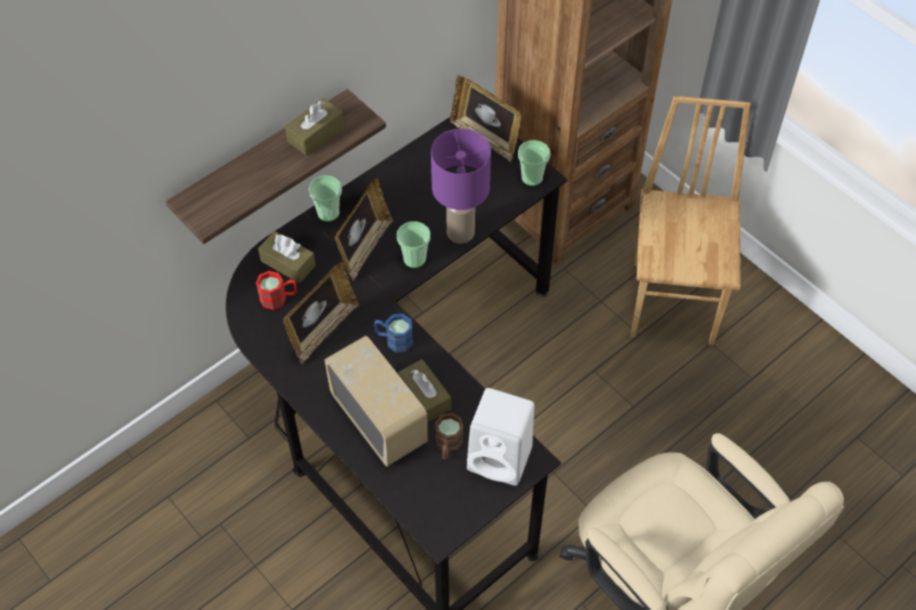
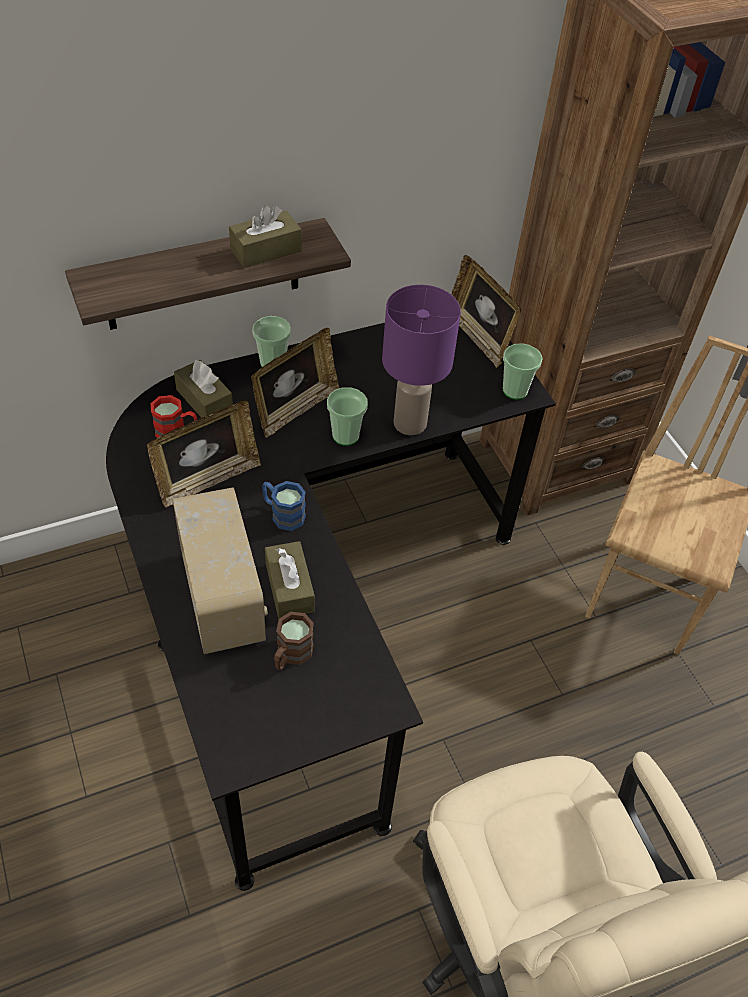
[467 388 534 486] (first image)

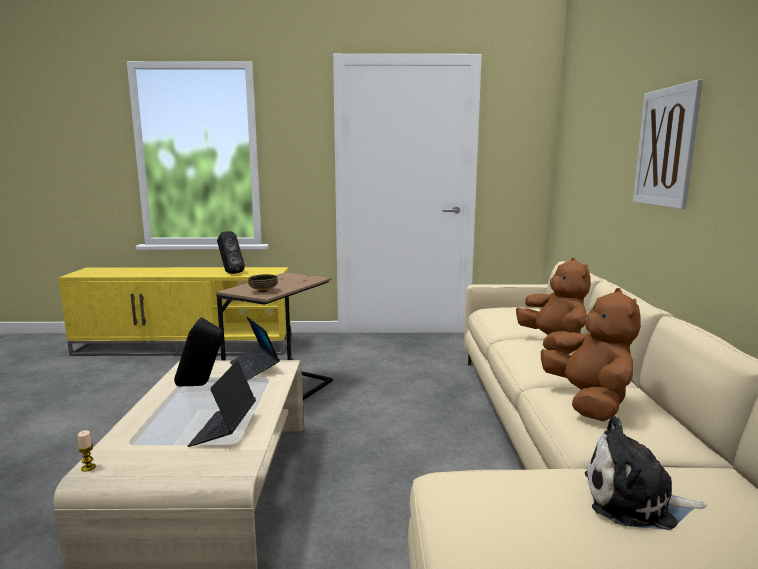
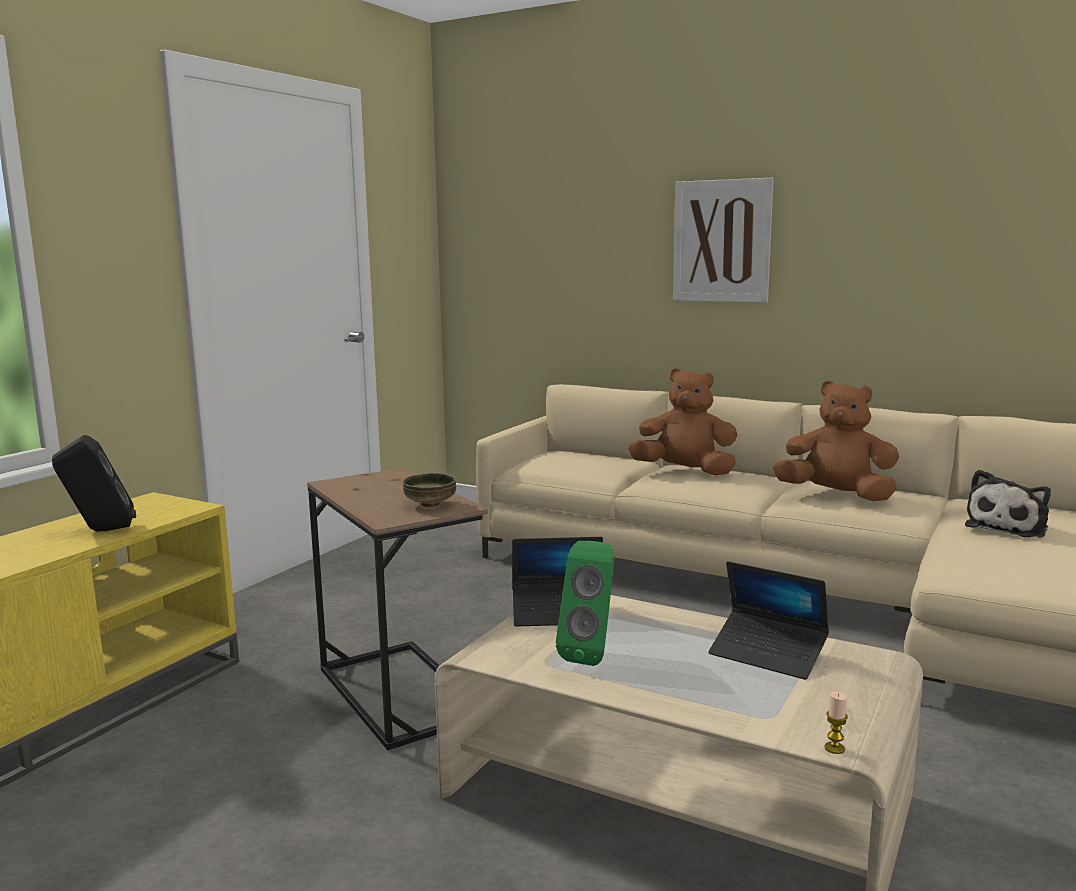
[556 541 615 666]

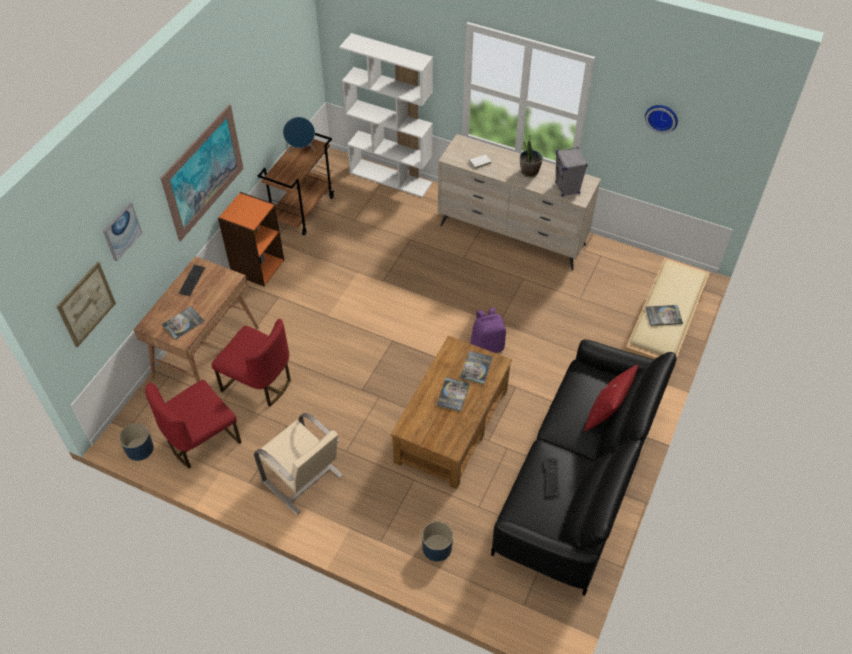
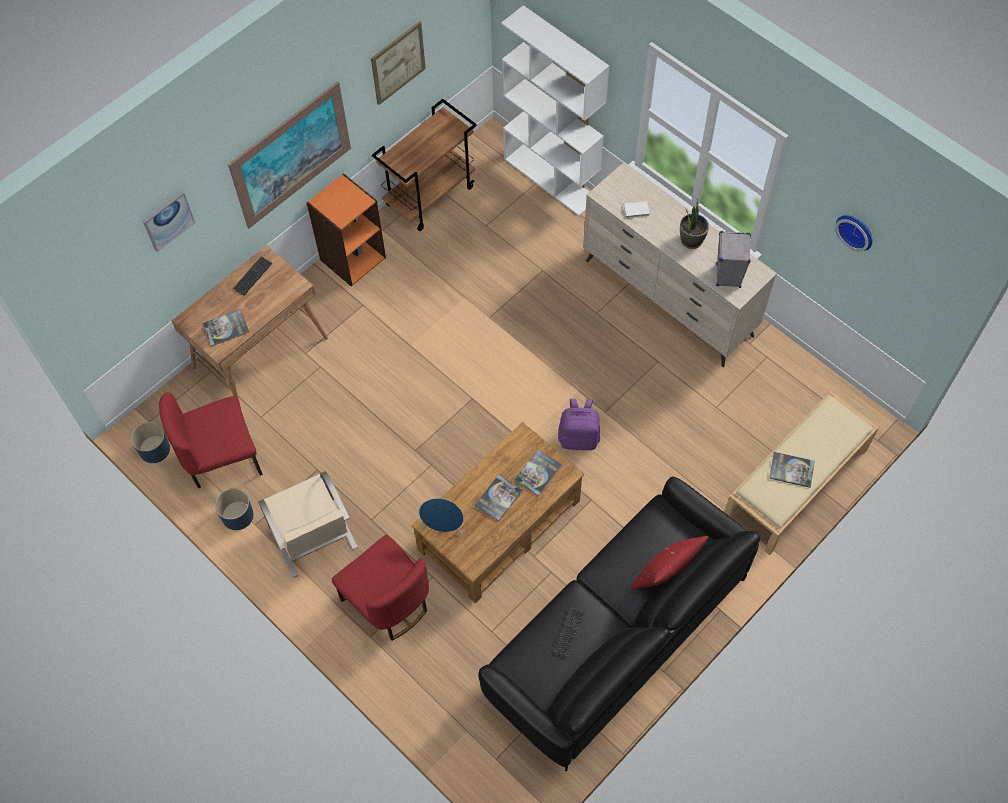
[419 498 464 535]
[371 21 426 105]
[332 535 429 641]
[215 488 254 530]

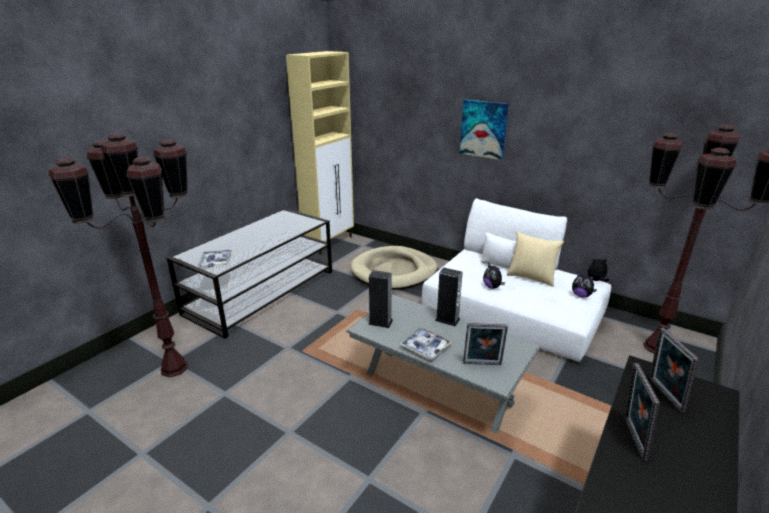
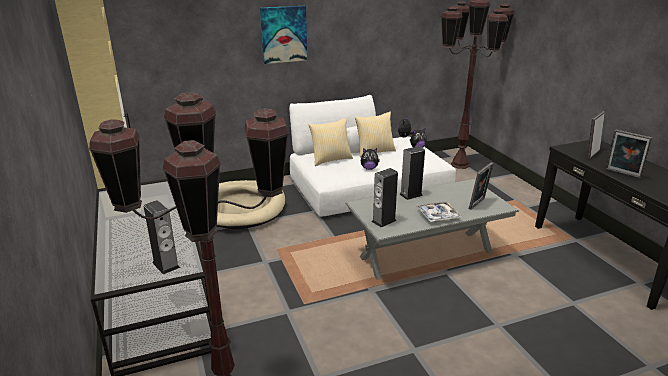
[144 200 180 275]
[587 112 605 159]
[309 118 353 166]

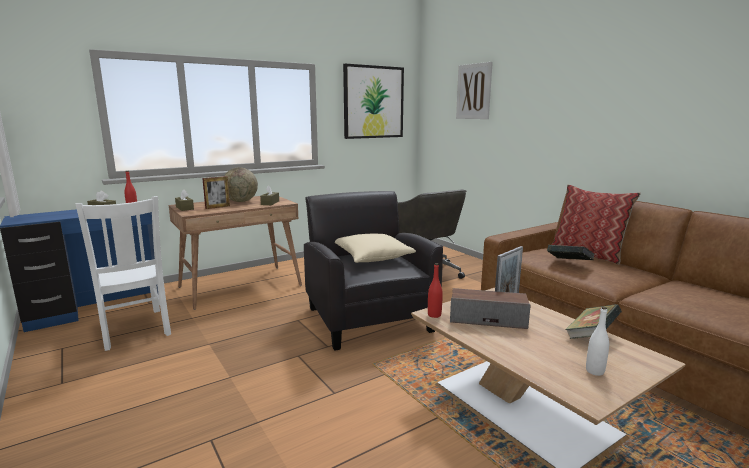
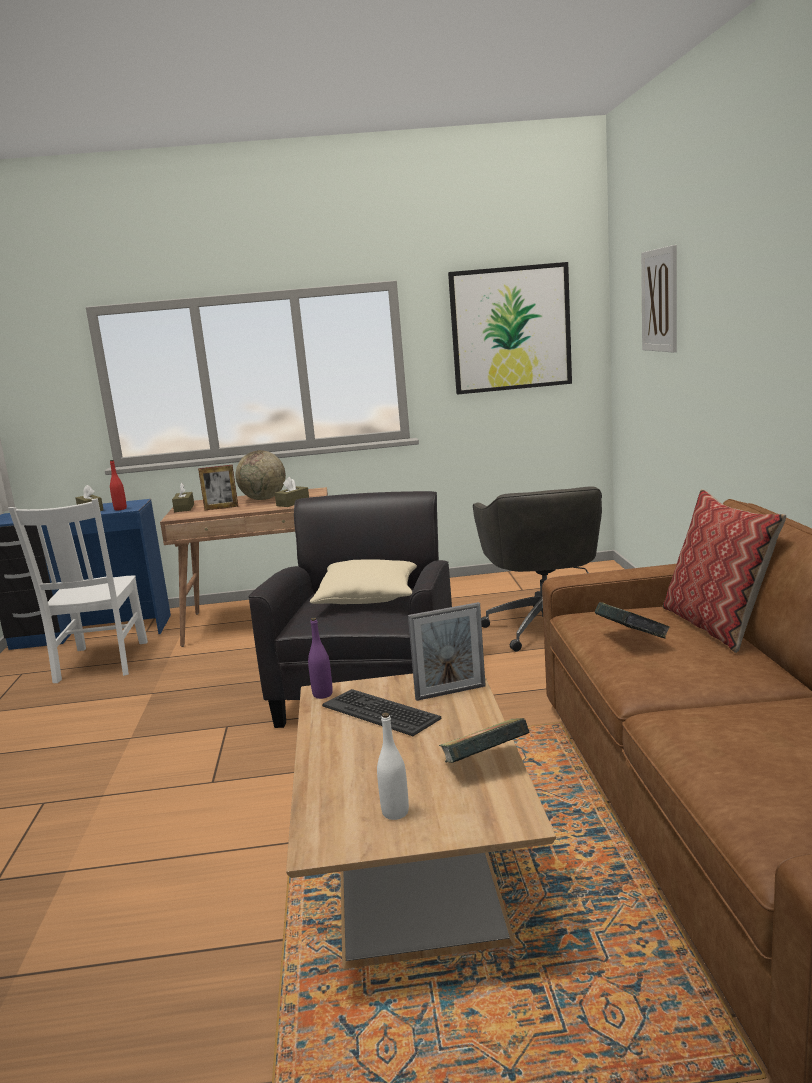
[308 618 333 699]
[322 689 442 736]

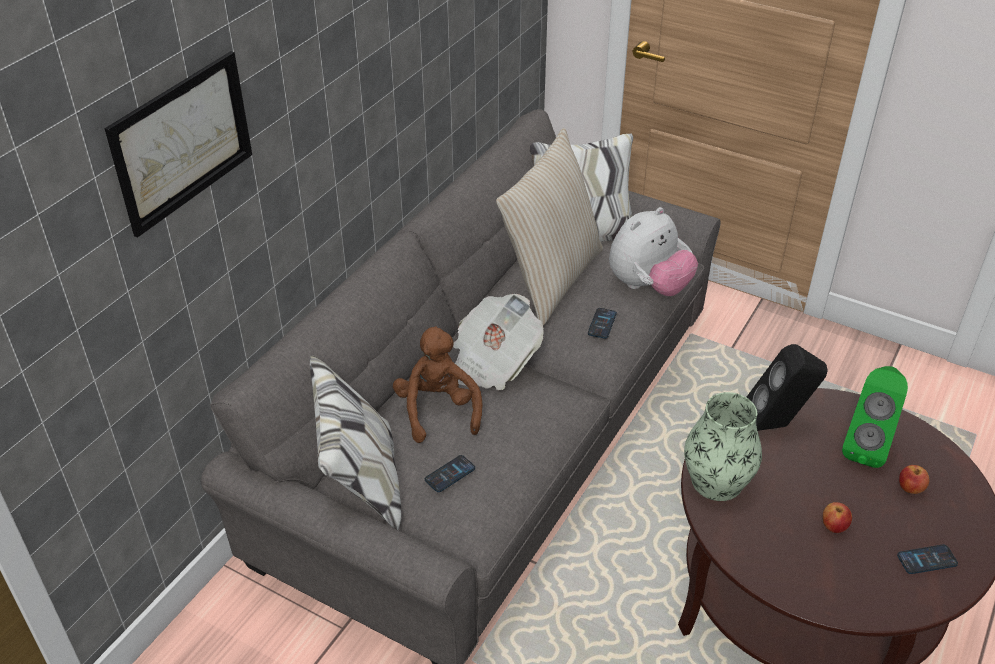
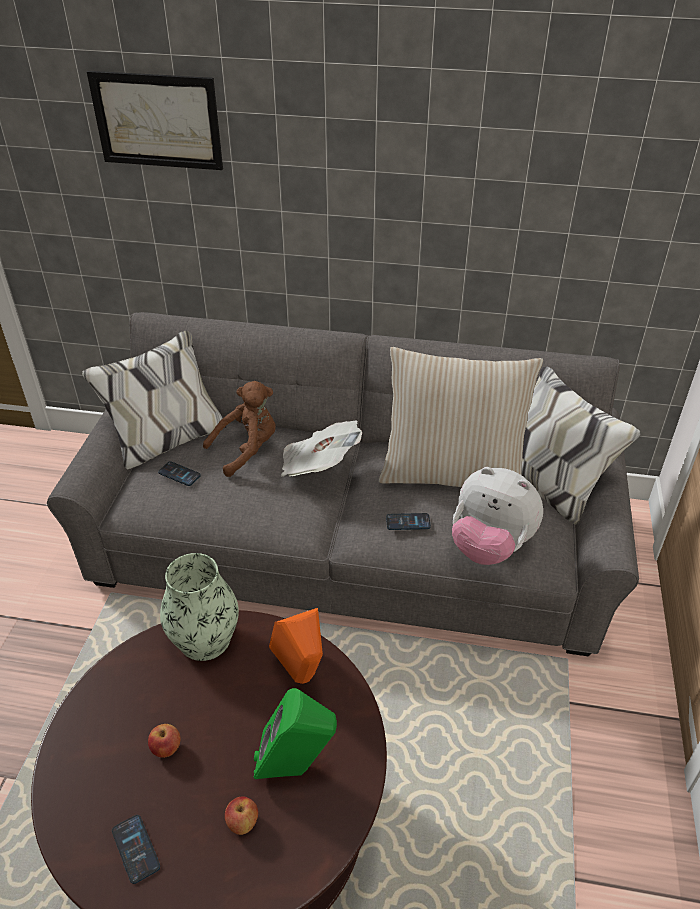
[269 608 323 684]

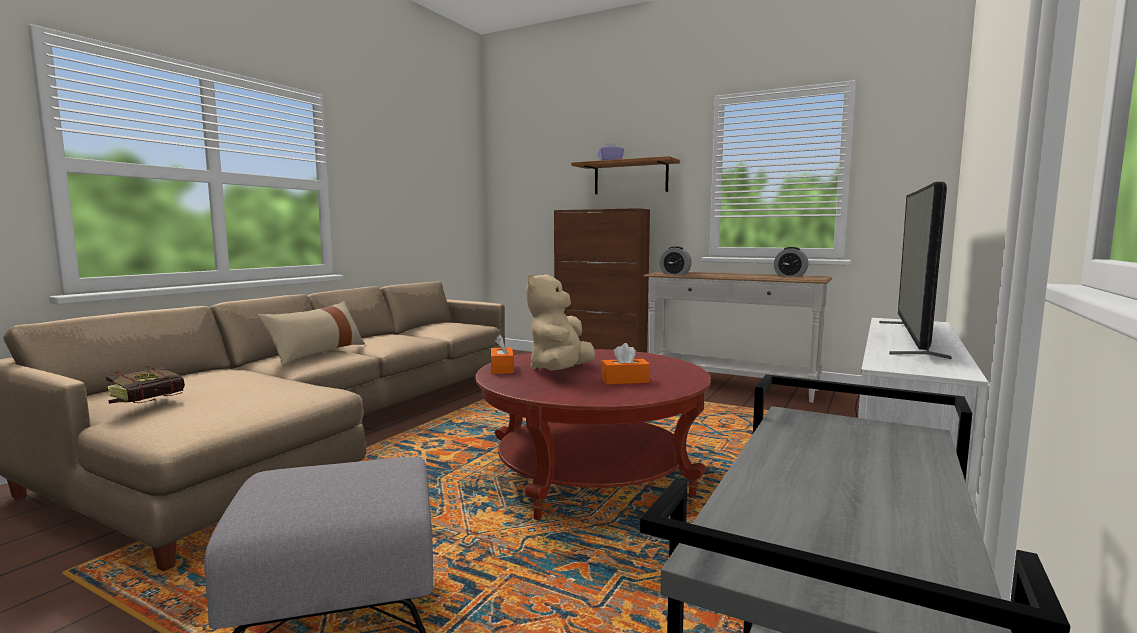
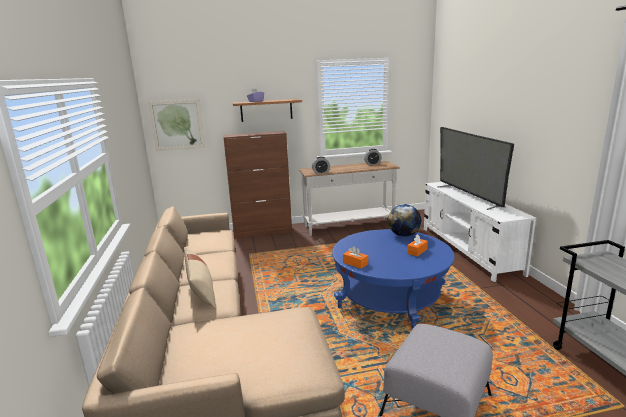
[526 274 595 371] (first image)
[332 229 454 329]
[106 366 185 404] (first image)
[148 99 205 151]
[388 204 421 237]

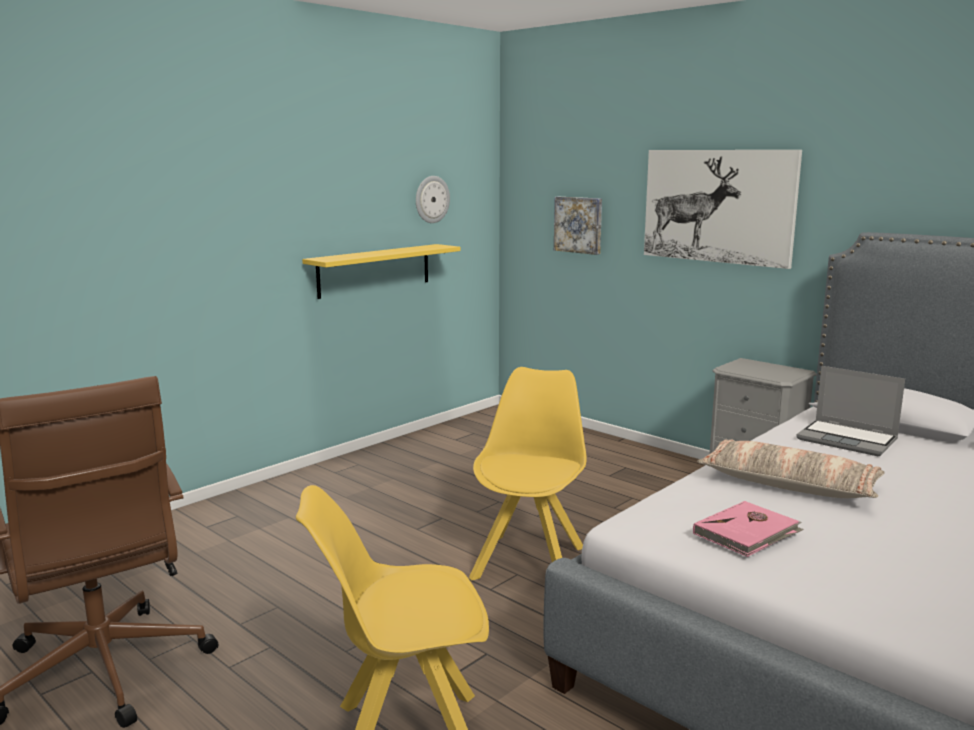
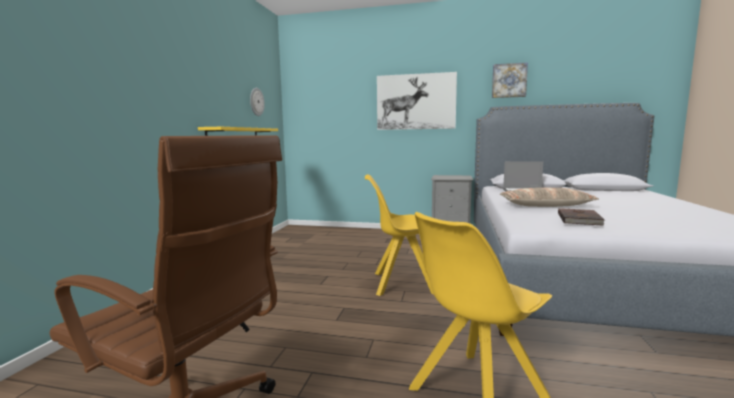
[492 62 528 98]
[365 175 433 296]
[558 208 605 226]

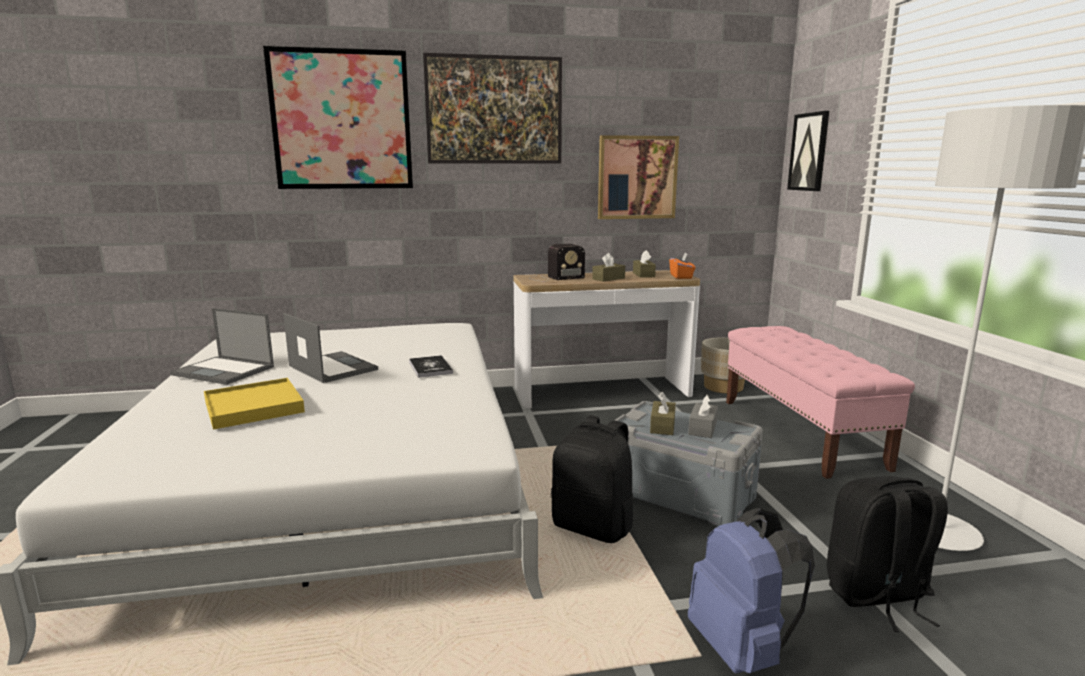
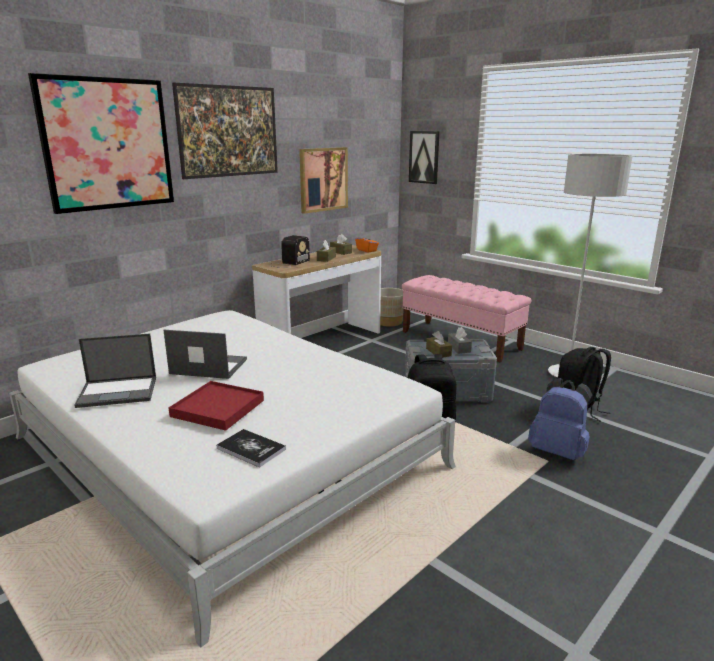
[216 429 286 468]
[169 381 264 431]

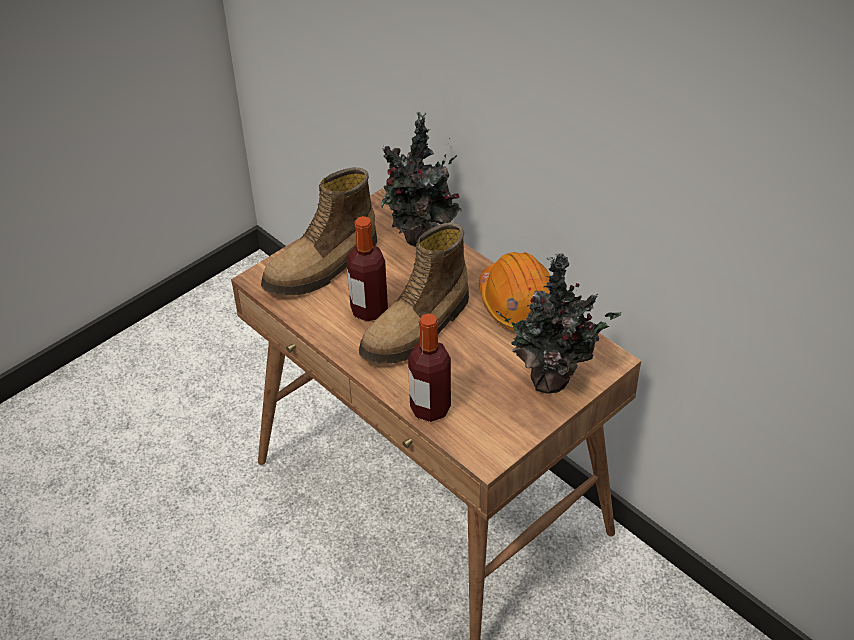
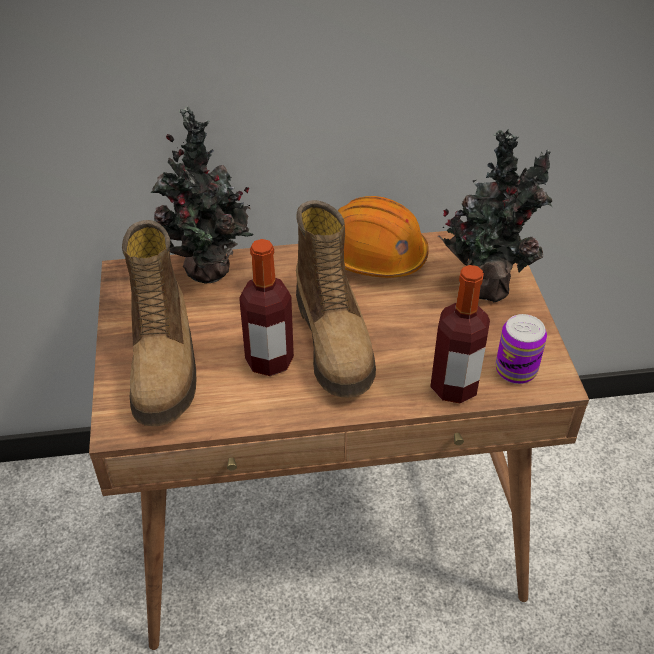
[496 314 547 384]

